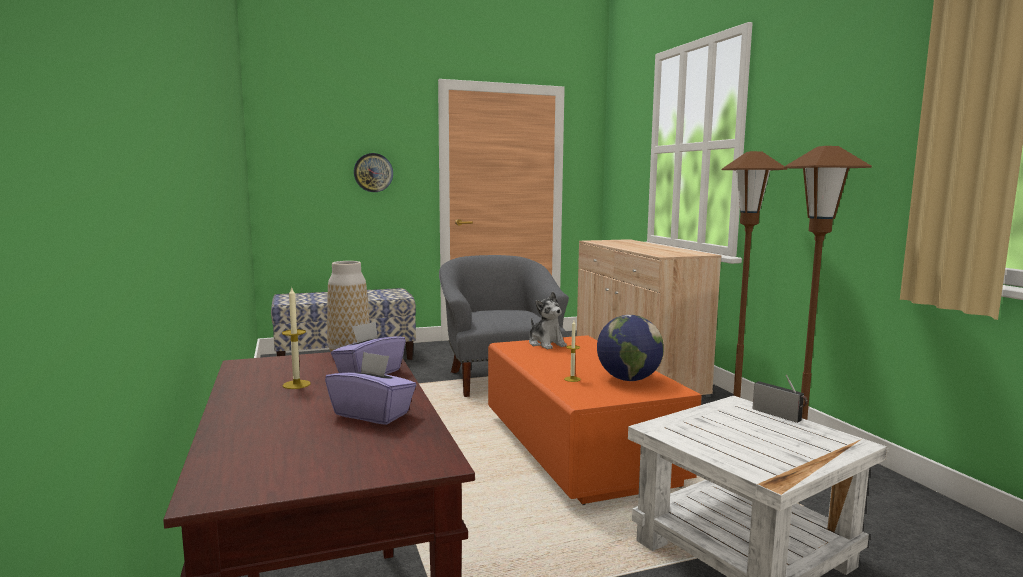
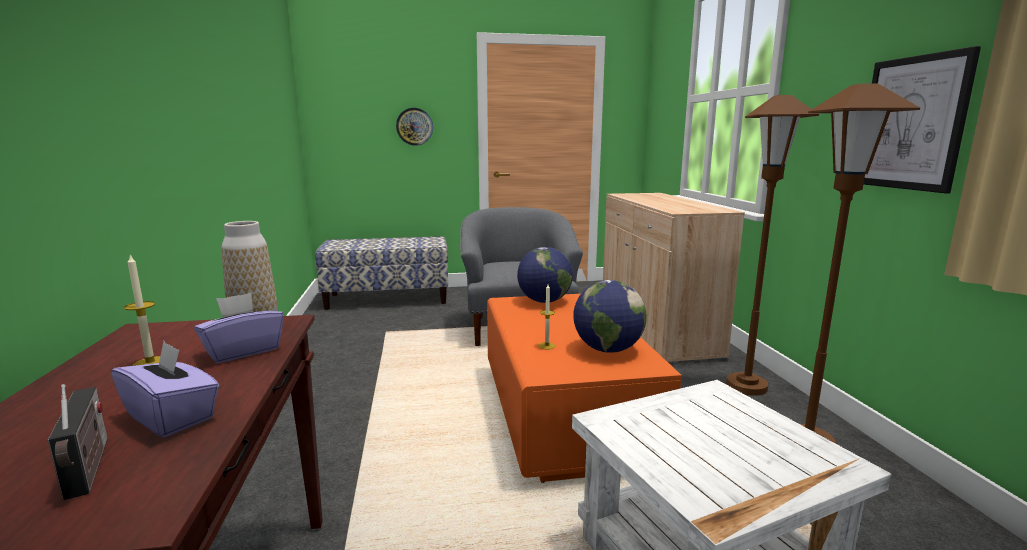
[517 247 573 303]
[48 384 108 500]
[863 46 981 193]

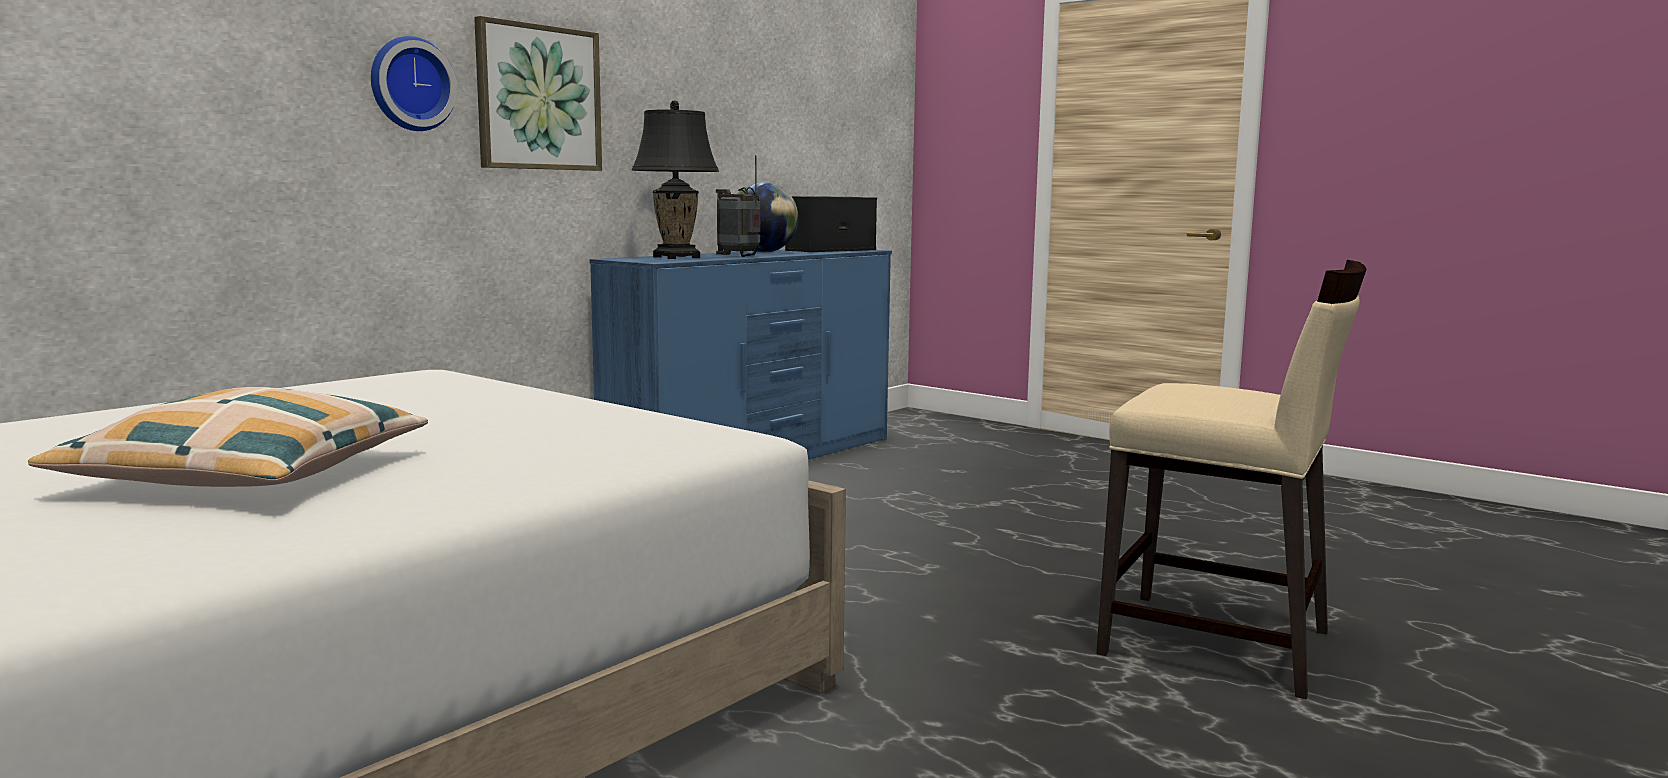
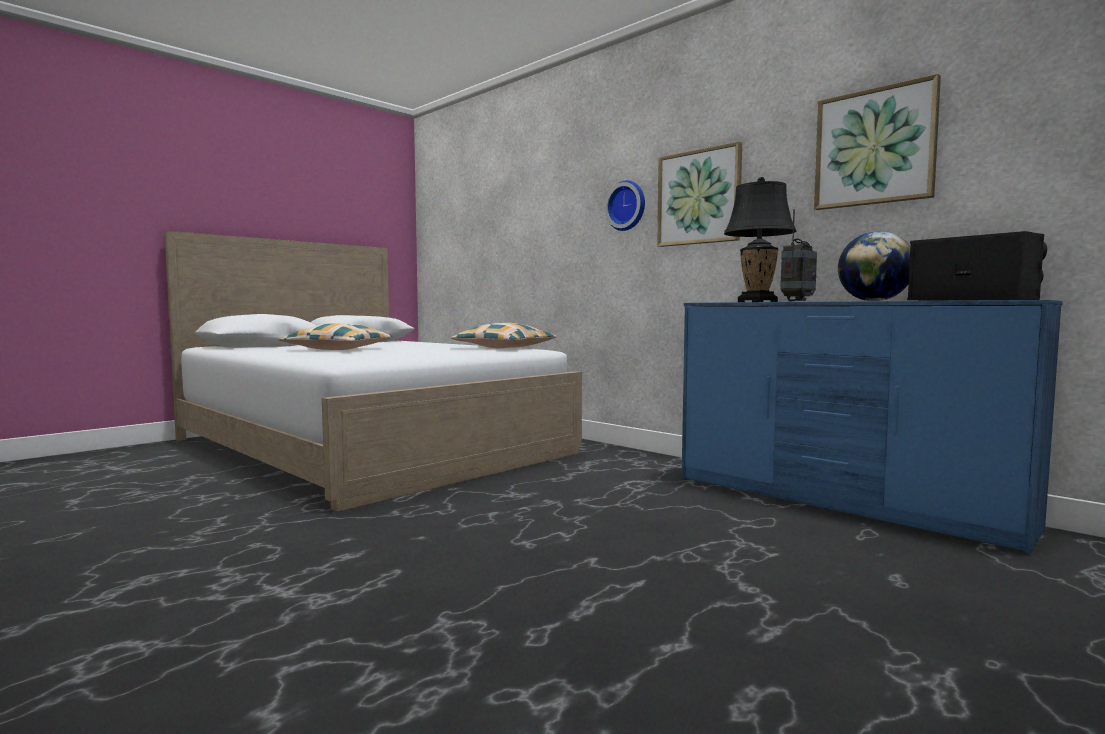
[1096 260 1366 700] (first image)
[814 74 941 210]
[451 323 557 348]

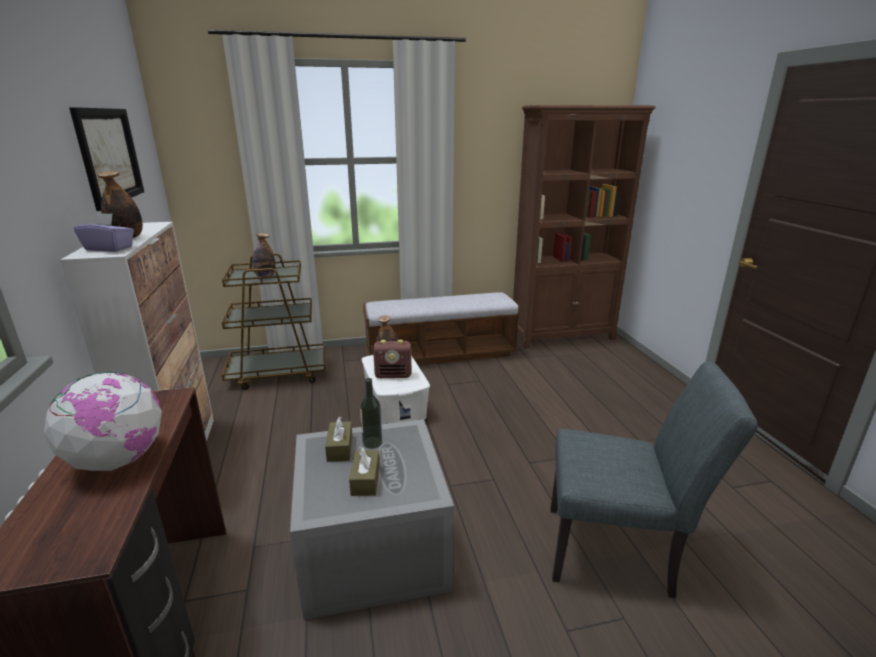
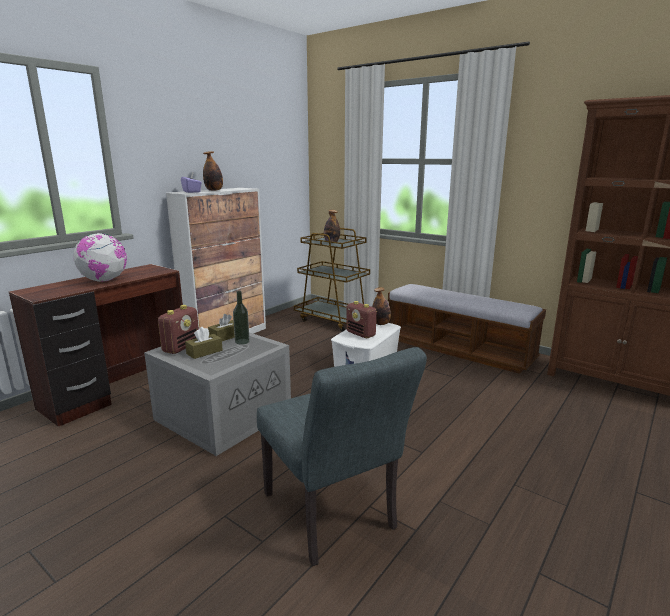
[69 107 144 211] (first image)
[158 305 199 354]

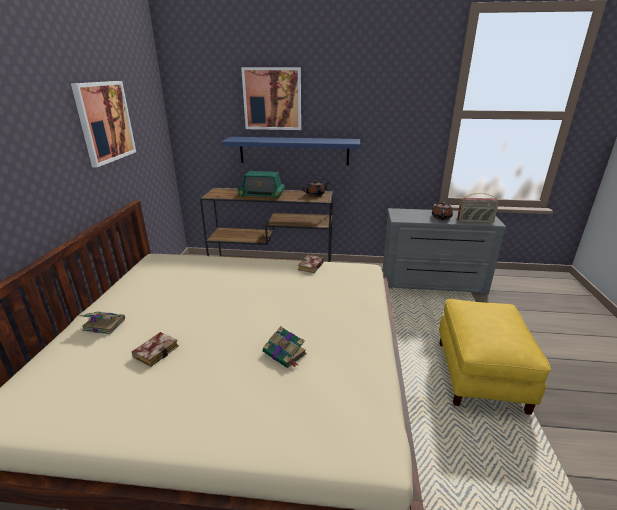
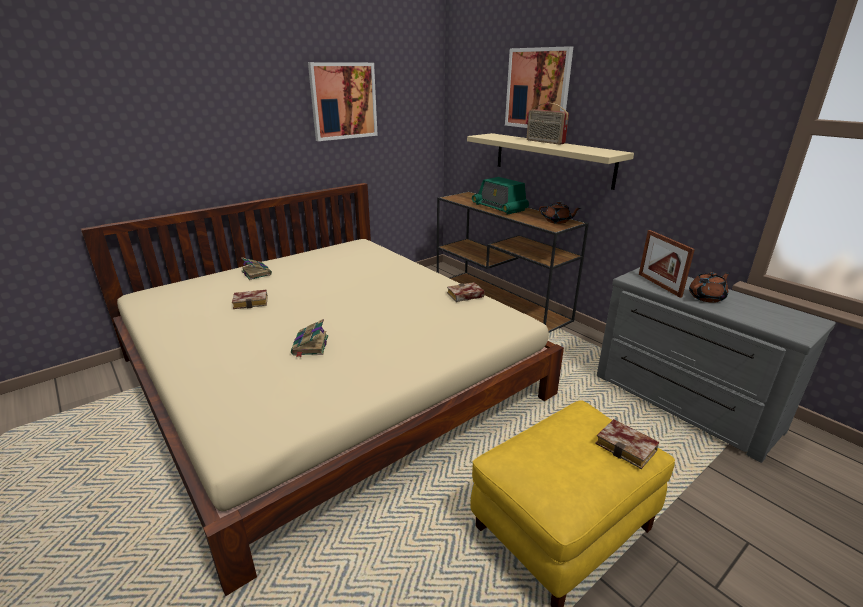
[467 133 634 190]
[527 103 569 145]
[639 230 695 298]
[595 419 659 469]

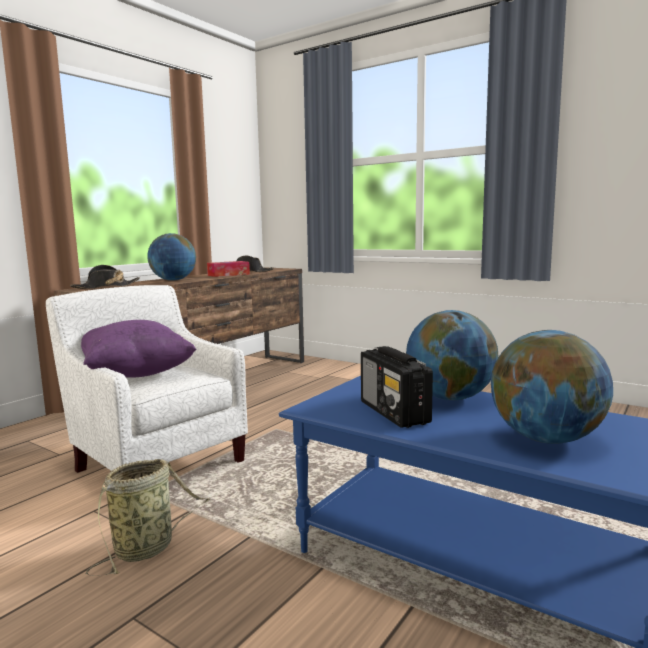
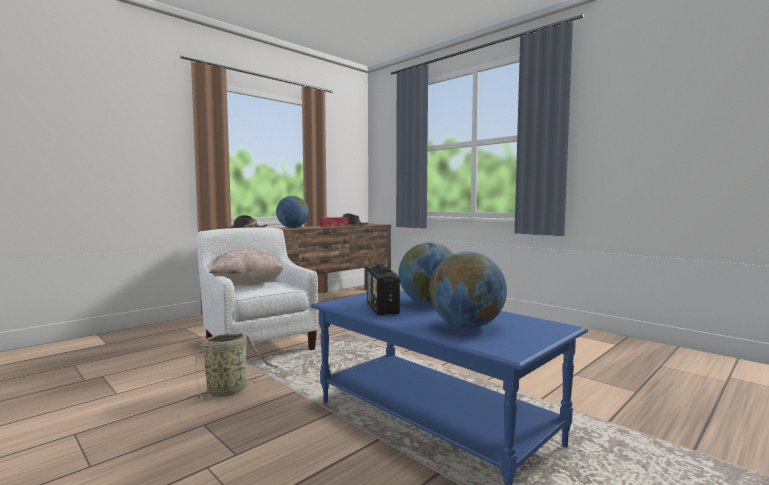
[209 248 284 286]

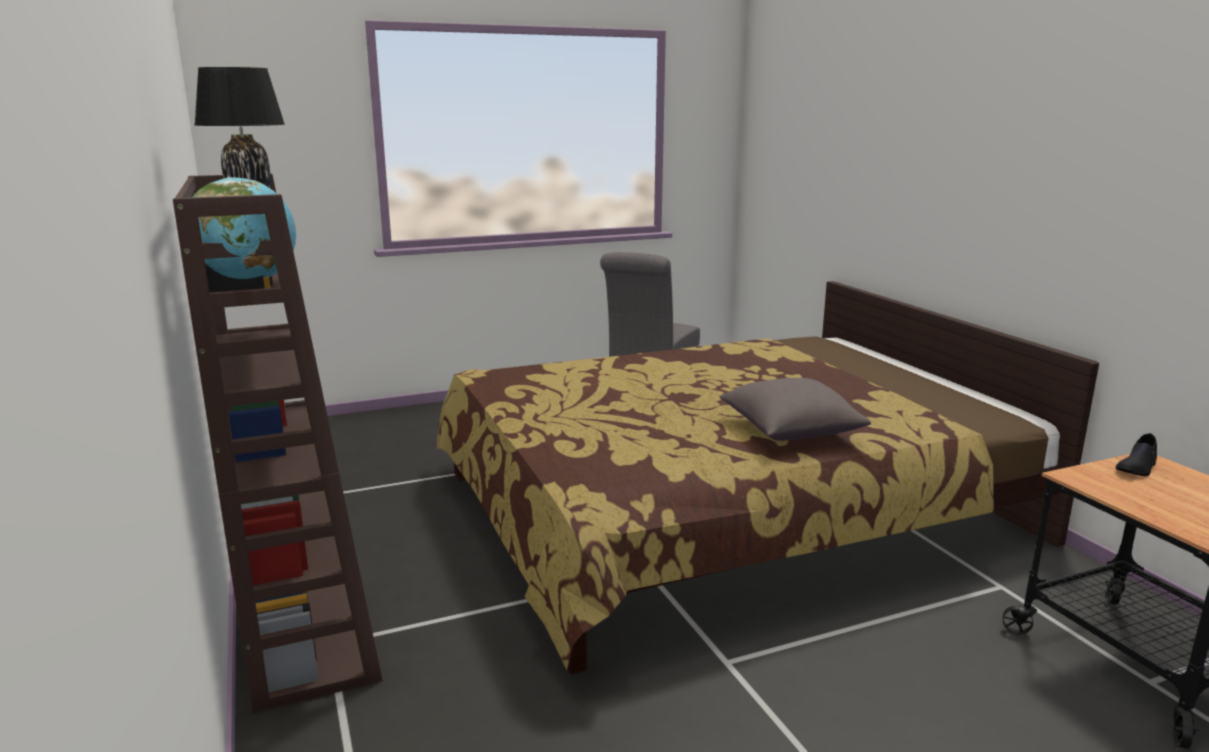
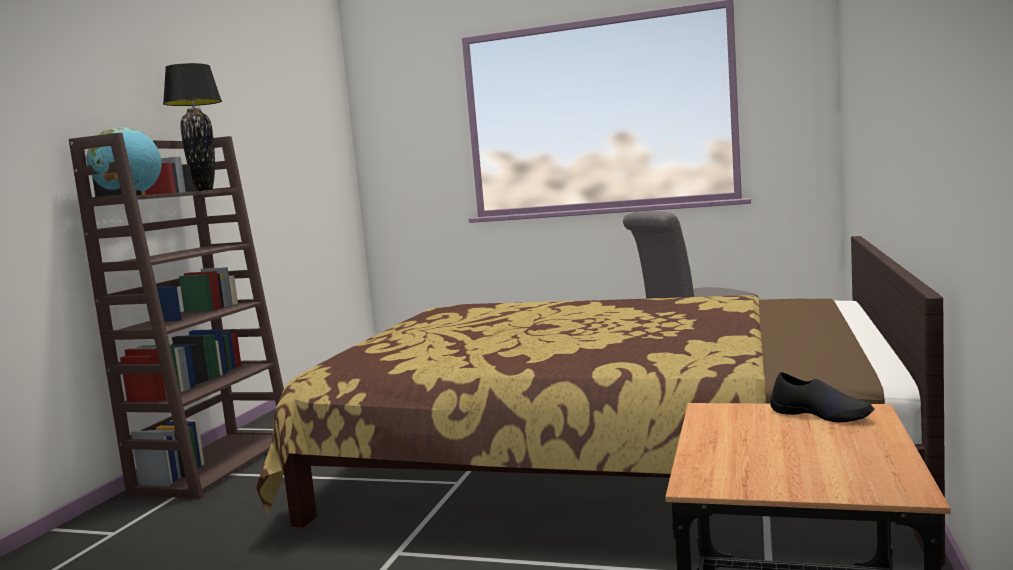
[719 378 871 441] (first image)
[770 372 875 423]

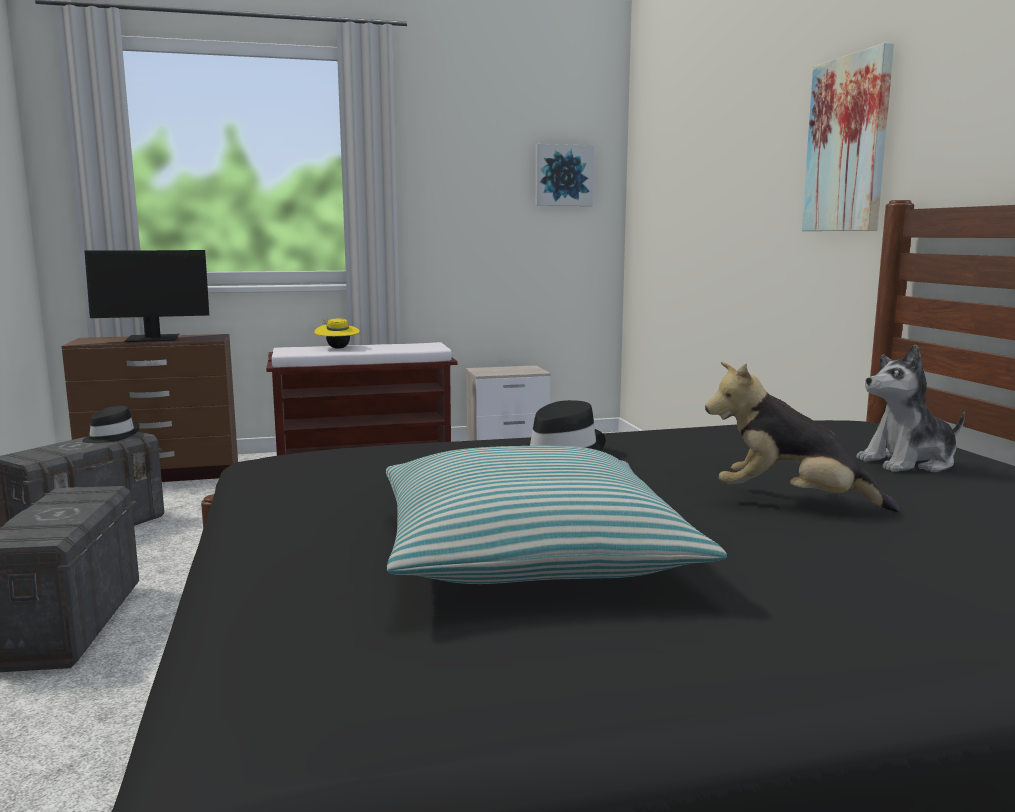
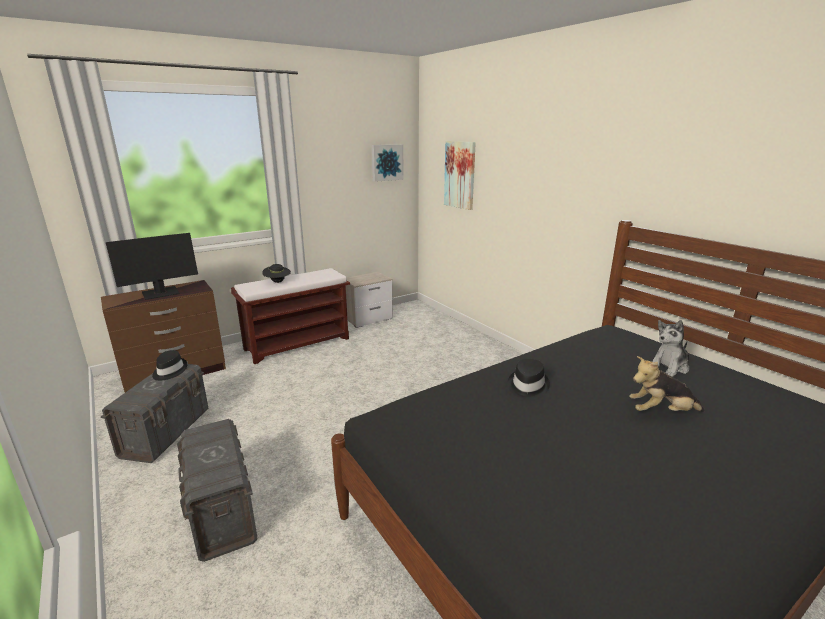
[444 141 476 210]
[262 264 291 283]
[386 446 727 584] (first image)

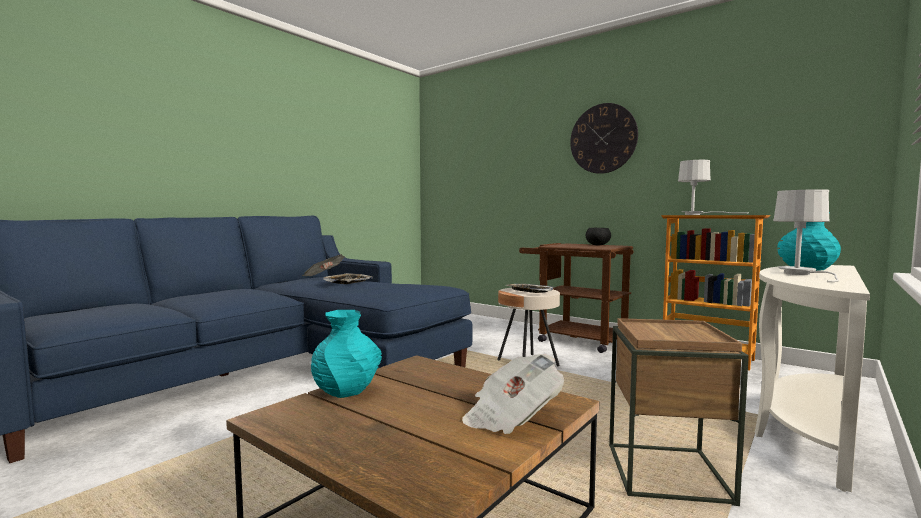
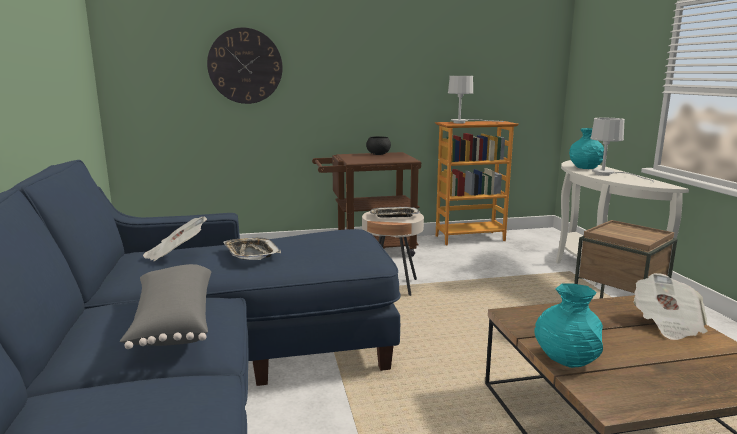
[207 28 283 104]
[120 264 211 349]

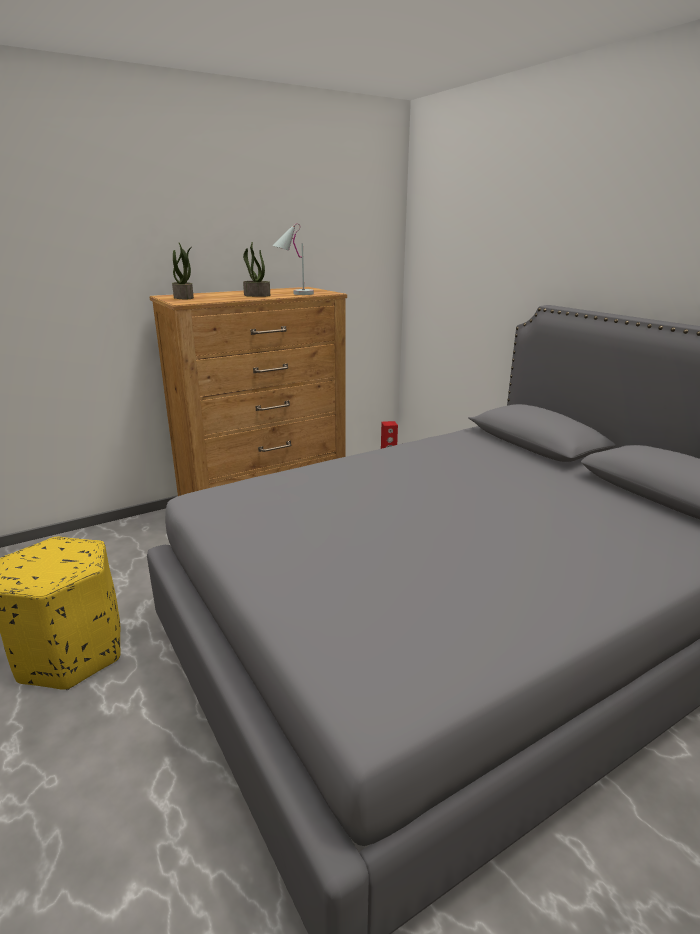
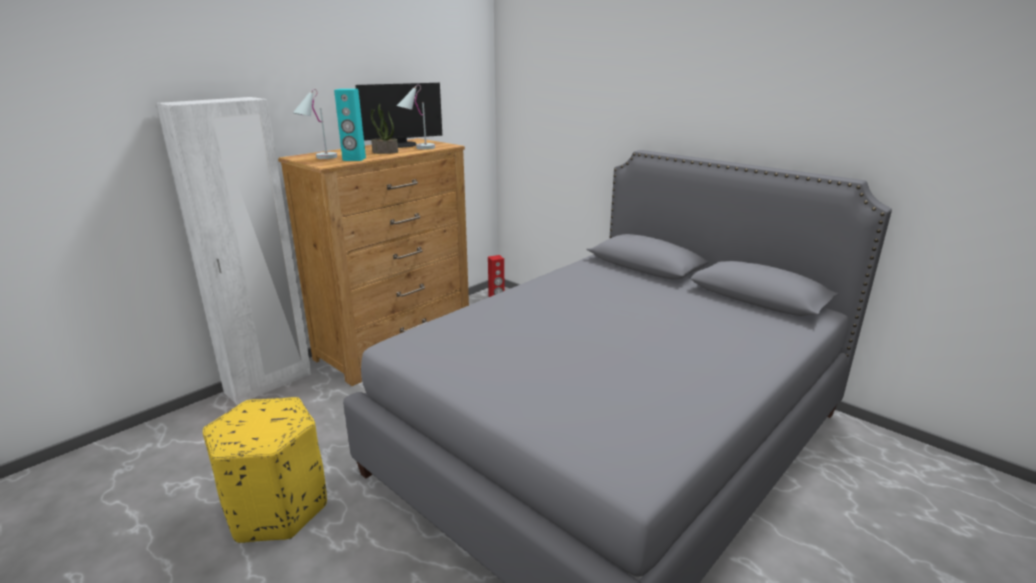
[293 89 337 159]
[355 83 442 148]
[334 89 366 161]
[156 97 311 405]

